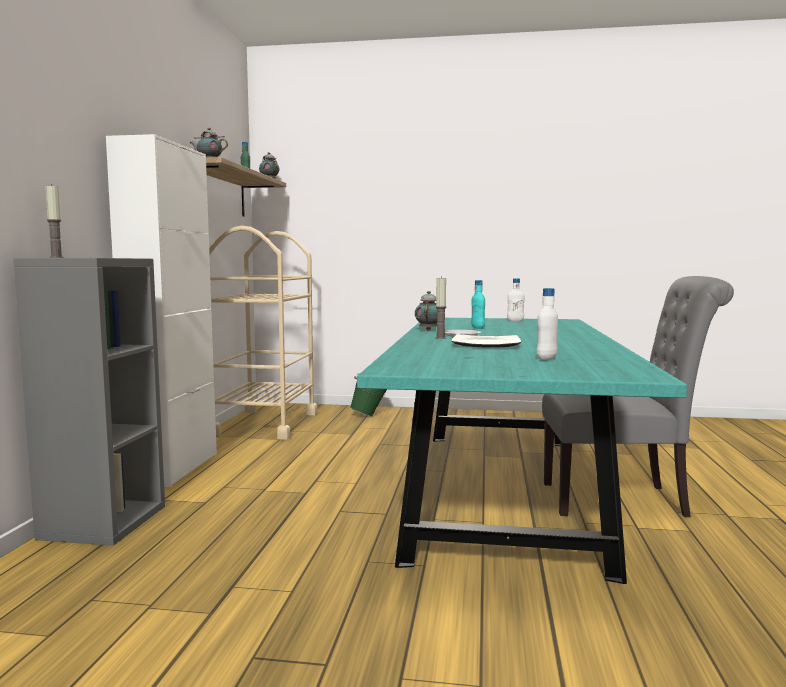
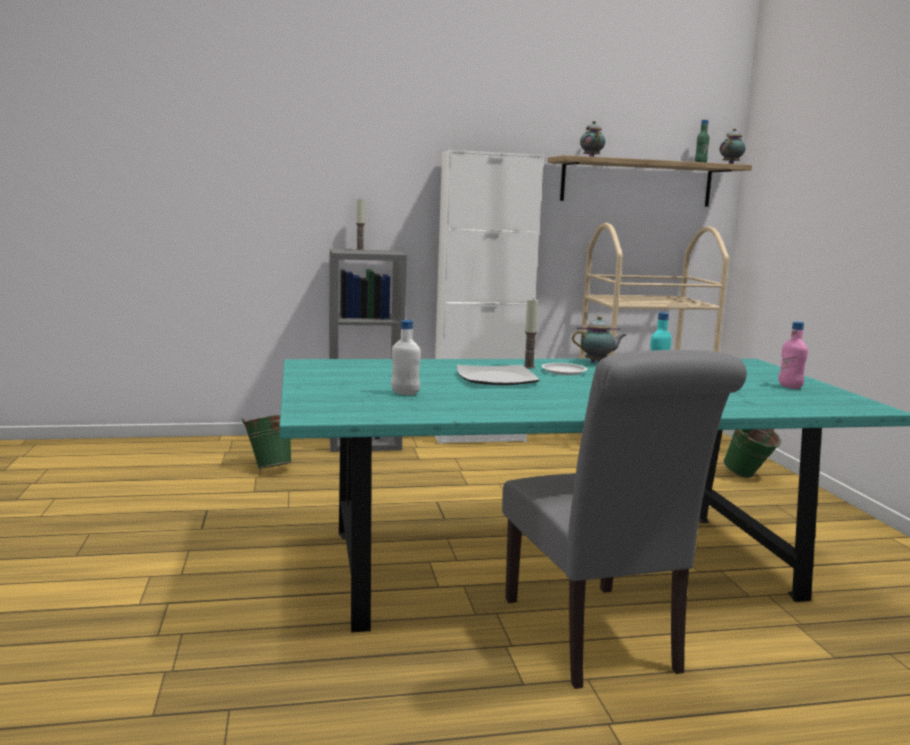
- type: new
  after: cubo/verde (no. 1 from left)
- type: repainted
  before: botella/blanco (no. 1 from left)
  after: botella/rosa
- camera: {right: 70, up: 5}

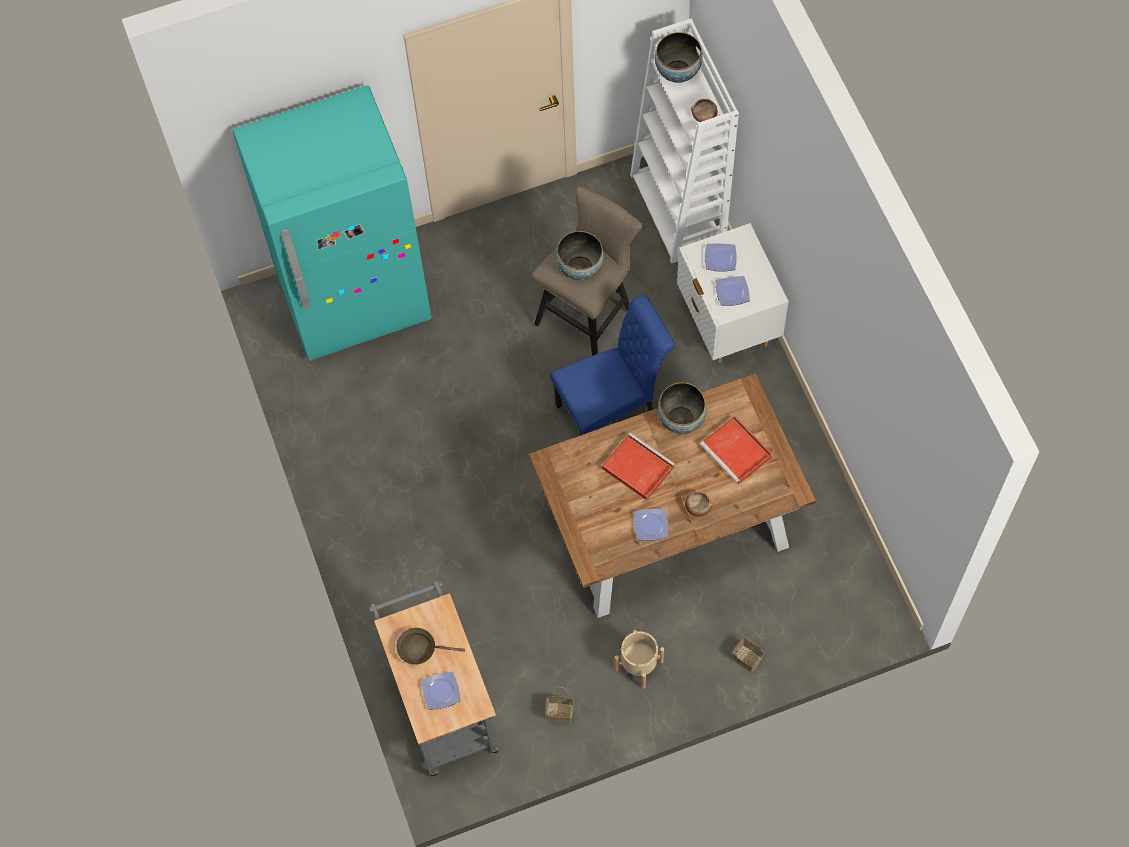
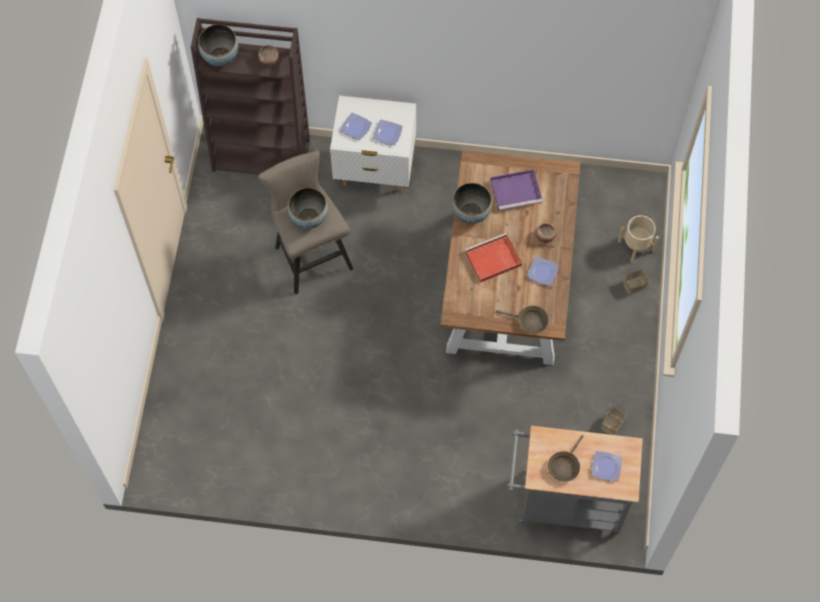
- type: repainted
  before: estantería/blanco
  after: estantería/marrón
- type: repainted
  before: bandeja/rojo (no. 2 from left)
  after: bandeja/morado
- type: new
  after: sartén/marrón (no. 1 from left)
- type: shifted
  before: maceta/beis
- type: gone
  before: nevera/turquesa
- type: gone
  before: silla/azul
- camera: {right: -65, up: 0}

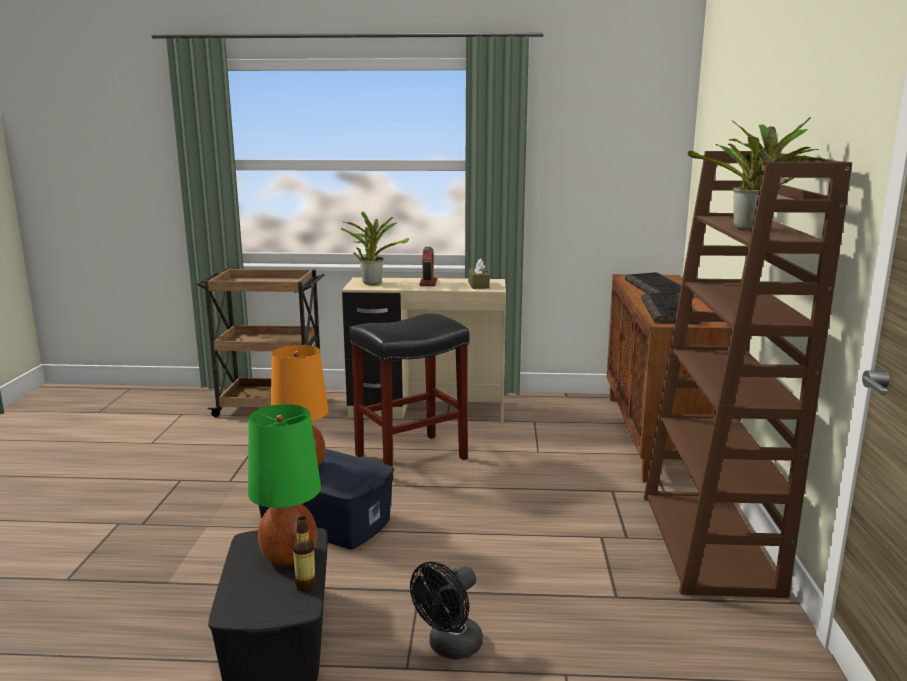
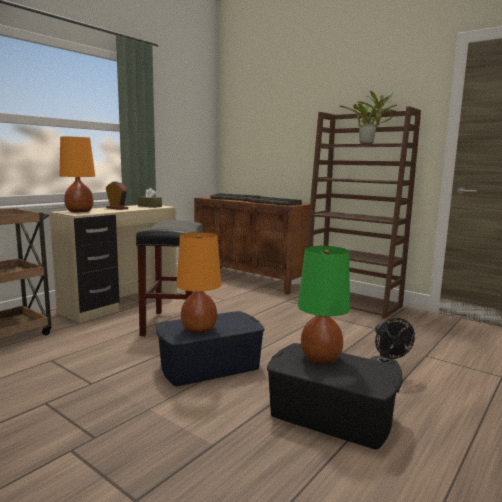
- type: swapped
  before: planta en maceta (no. 1 from left)
  after: lámpara de mesa/naranja (no. 1 from left)
- type: gone
  before: botella
- camera: {right: -55, up: -5}

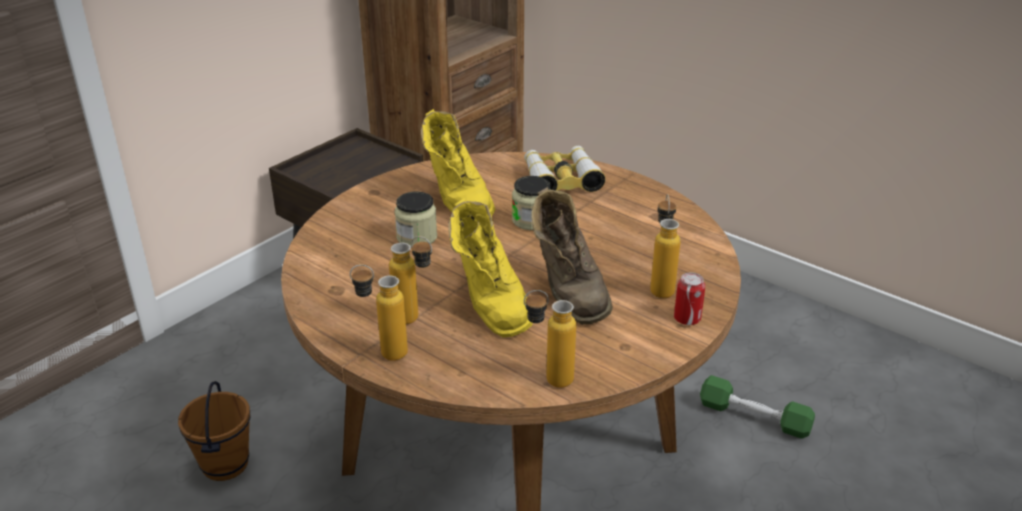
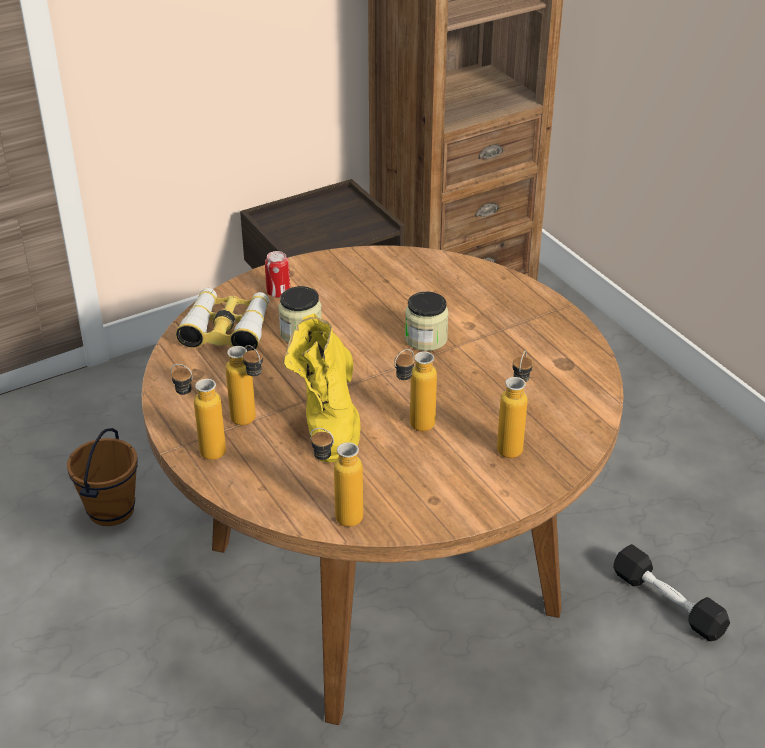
- type: shifted
  before: prismáticos
- type: shifted
  before: lata
- type: swapped
  before: bota/marrón
  after: botella (no. 4 from left)
- type: repainted
  before: mancuerna/verde
  after: mancuerna/negro
- type: gone
  before: bota/amarillo (no. 1 from left)
- camera: {right: 20, up: 5}

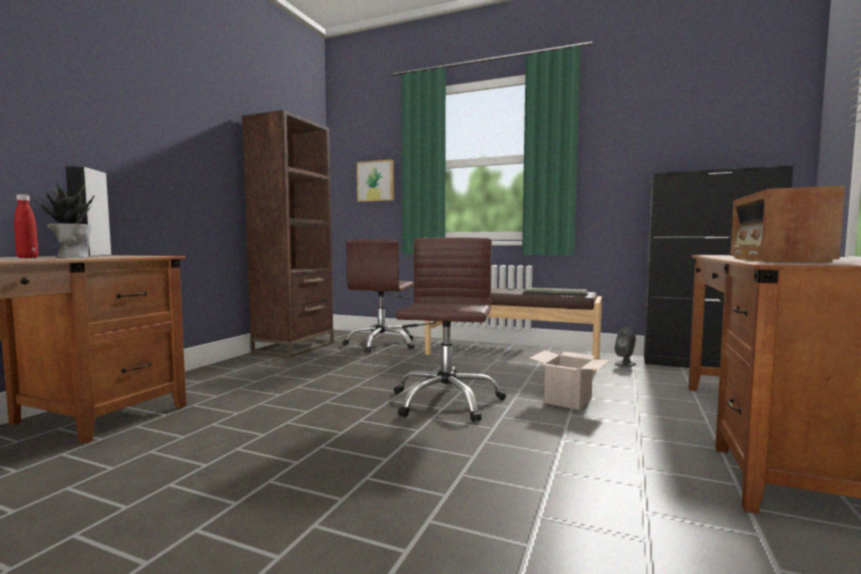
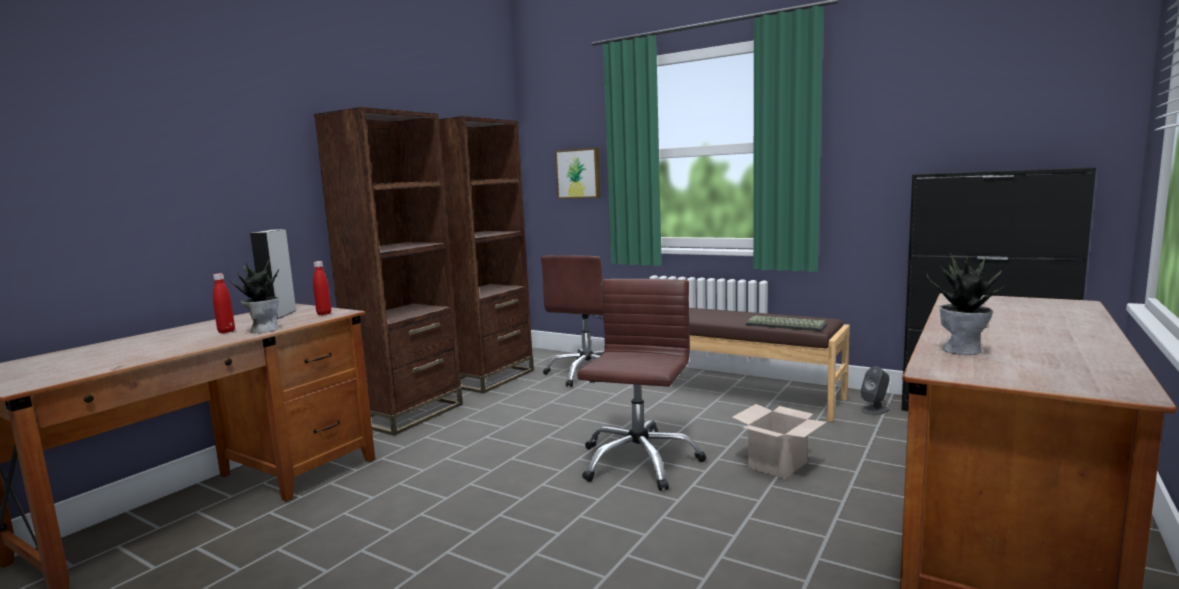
- type: new
  after: botella/rojo (no. 2 from left)
- type: new
  after: estantería/marrón (no. 1 from left)
- type: swapped
  before: radio
  after: planta en maceta (no. 2 from left)
- camera: {right: 10, up: 5}

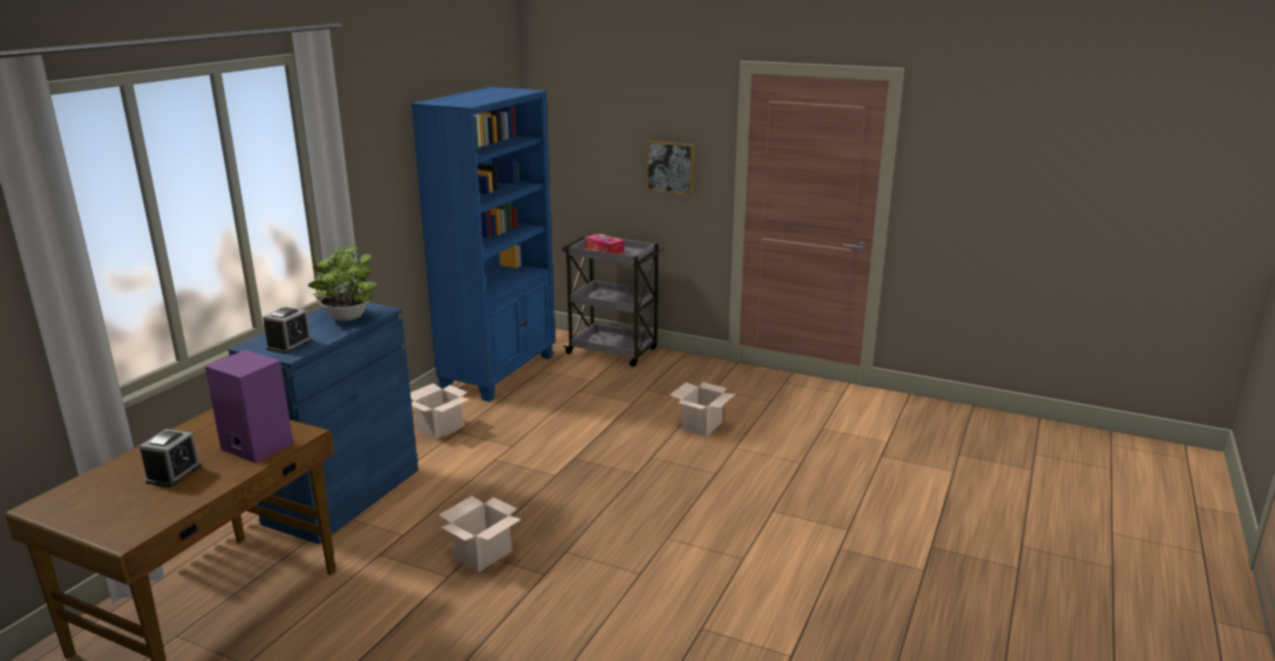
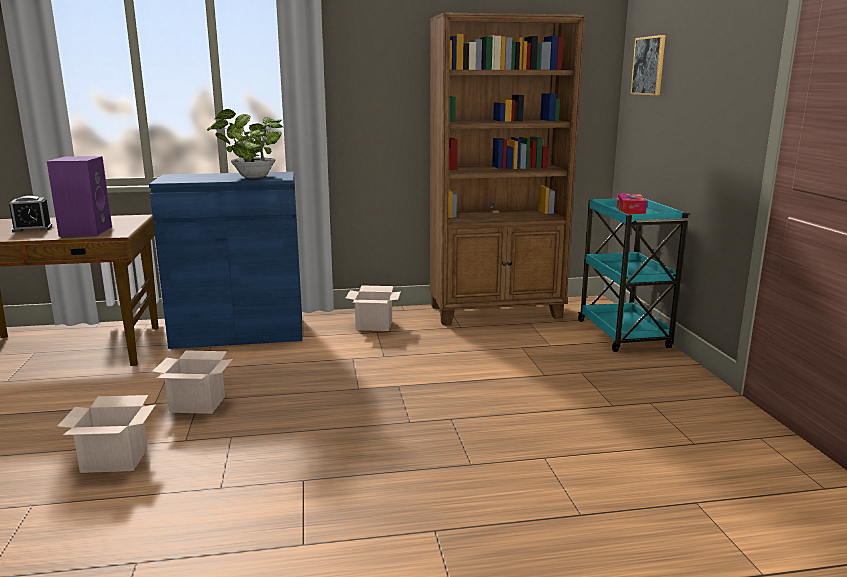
- type: shifted
  before: caja de cartón (no. 3 from left in the first image)
  after: caja de cartón (no. 1 from left)
- type: repainted
  before: estantería/azul
  after: estantería/marrón
- type: repainted
  before: carrito/gris
  after: carrito/turquesa
- type: shifted
  before: cuadro
- type: gone
  before: despertador (no. 2 from left)
- camera: {right: 55, up: -5}

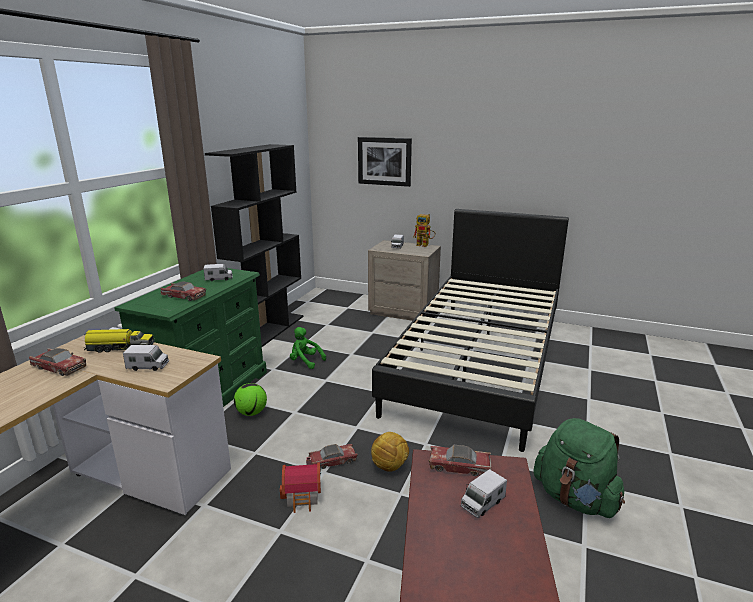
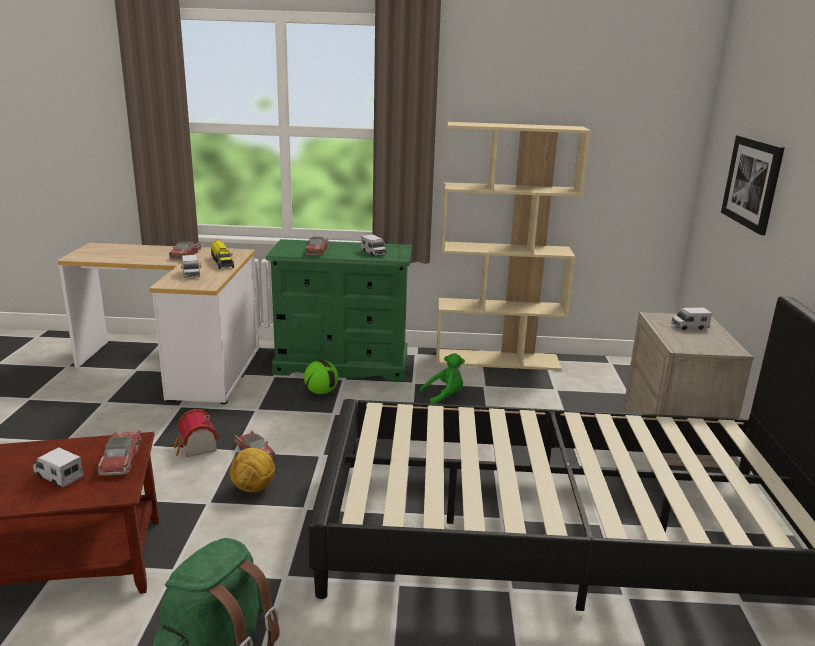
- type: rotated
  before: peluche/verde
  turn: 60
- type: repainted
  before: estantería/negro
  after: estantería/beis
- type: gone
  before: robot de juguete
- camera: {right: 70, up: 0}

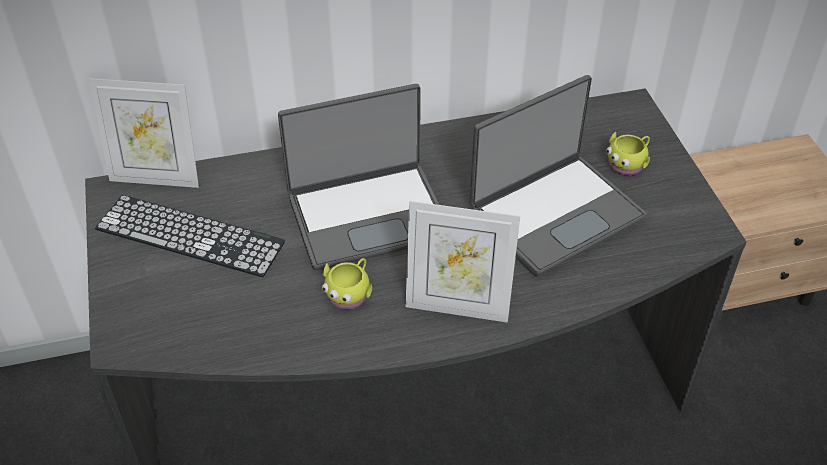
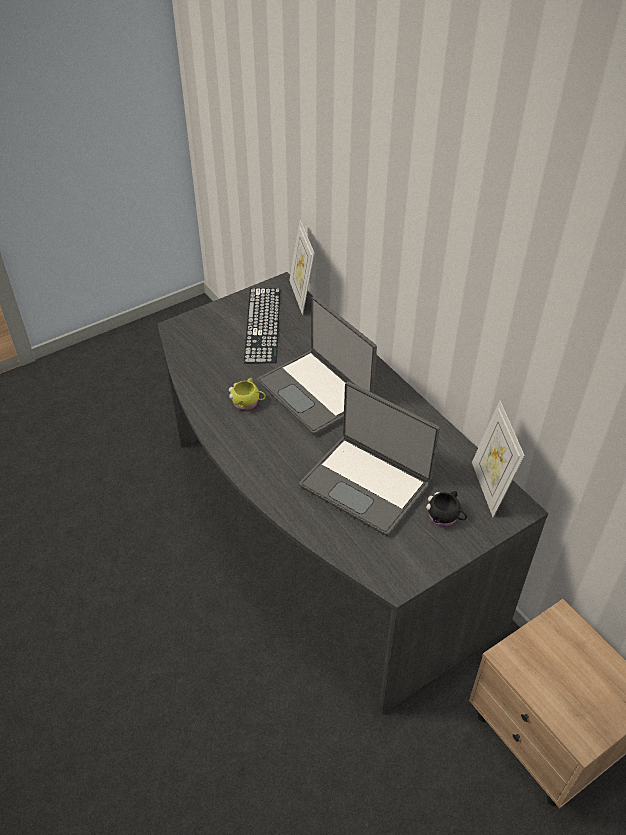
- type: repainted
  before: taza grande/amarillo (no. 2 from left)
  after: taza grande/negro
- type: shifted
  before: portarretratos (no. 2 from left)
- camera: {right: 70, up: 0}

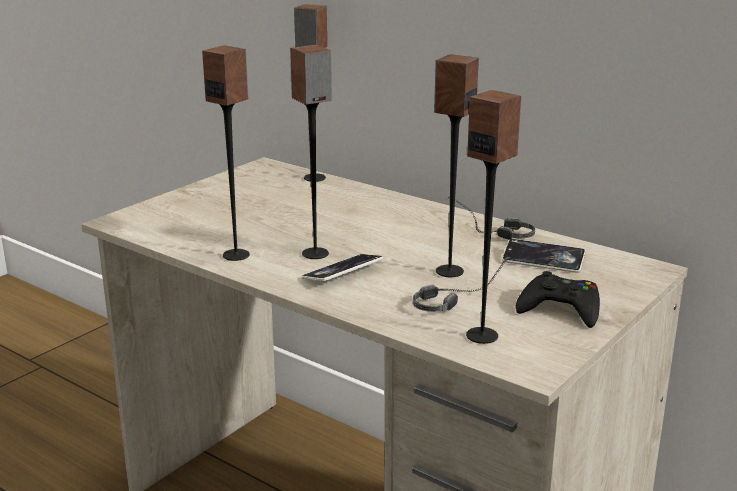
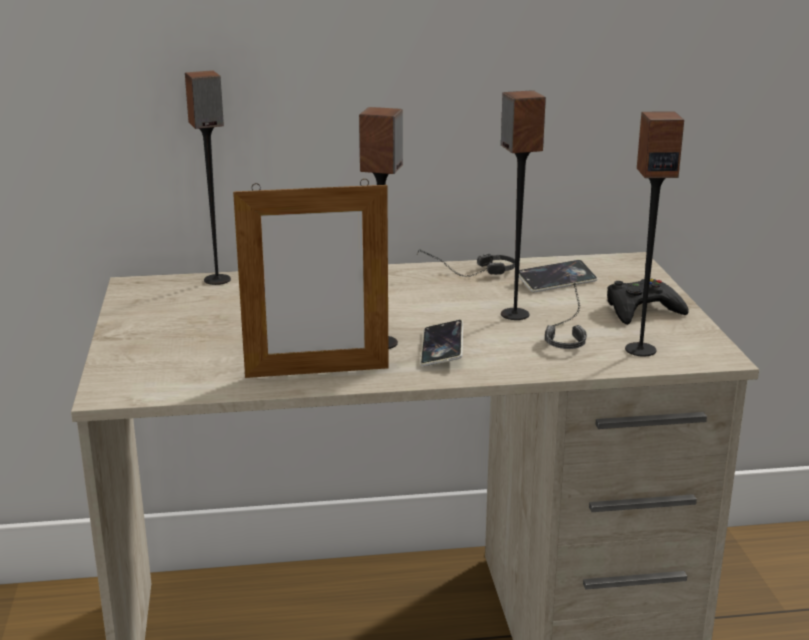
- type: swapped
  before: altavoz (no. 1 from left)
  after: portarretratos
- camera: {right: -45, up: 0}

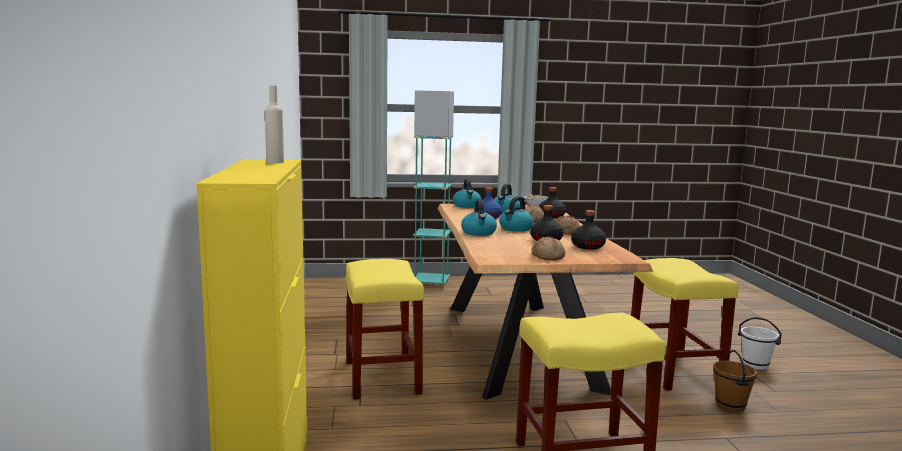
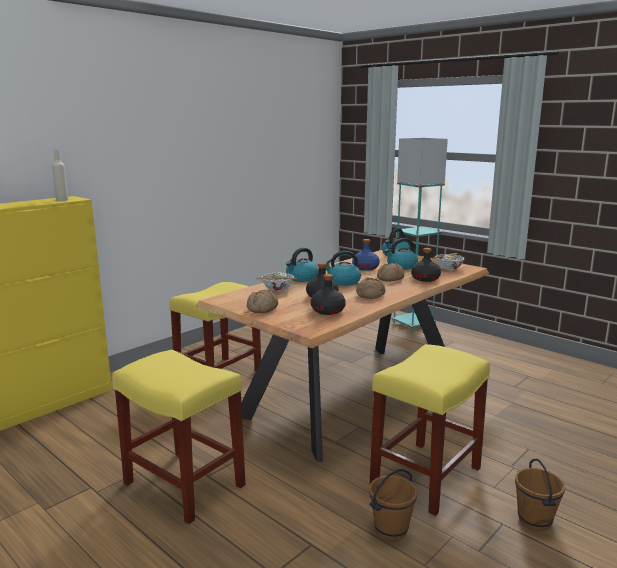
- type: new
  after: cuenco (no. 1 from left)
- type: repainted
  before: cubo/blanco
  after: cubo/marrón (no. 2 from left)
- camera: {right: 50, up: 5}

